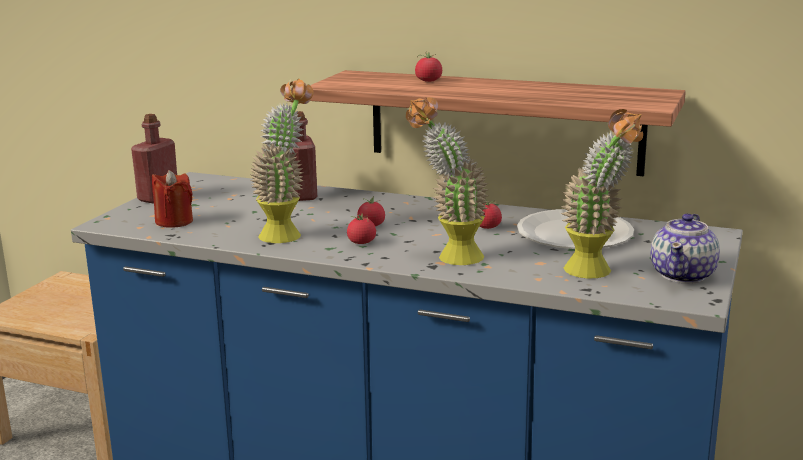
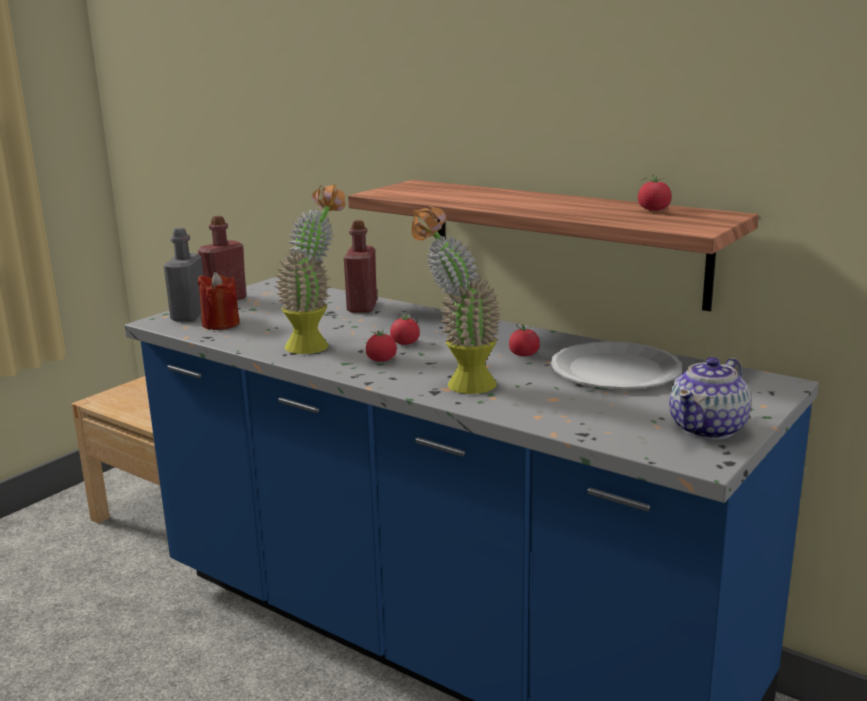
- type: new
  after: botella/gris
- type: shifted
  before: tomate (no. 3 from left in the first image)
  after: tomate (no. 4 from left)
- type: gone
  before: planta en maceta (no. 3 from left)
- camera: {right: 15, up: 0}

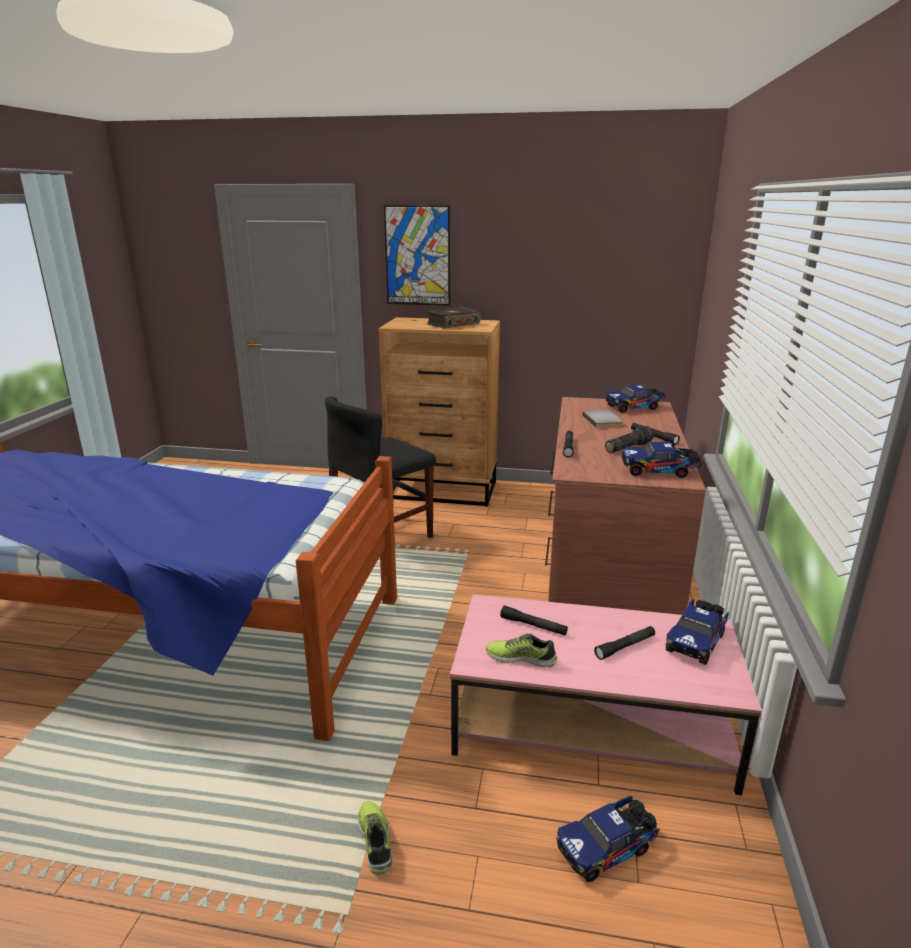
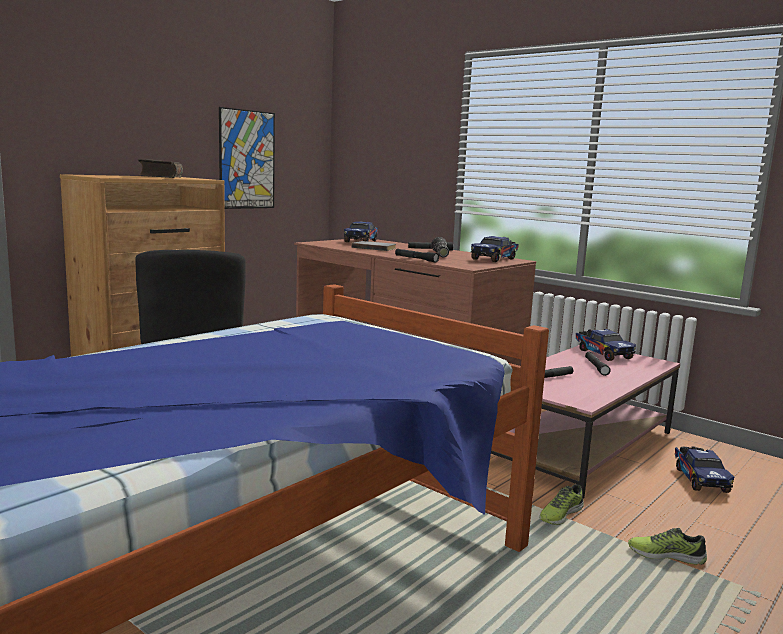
- type: shifted
  before: cuadro
- type: shifted
  before: zapato (no. 2 from left in the first image)
  after: zapato (no. 1 from left)
- camera: {right: -60, up: -10}

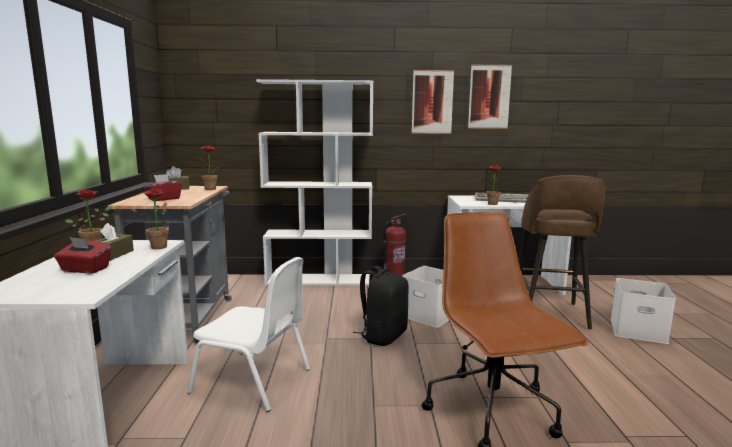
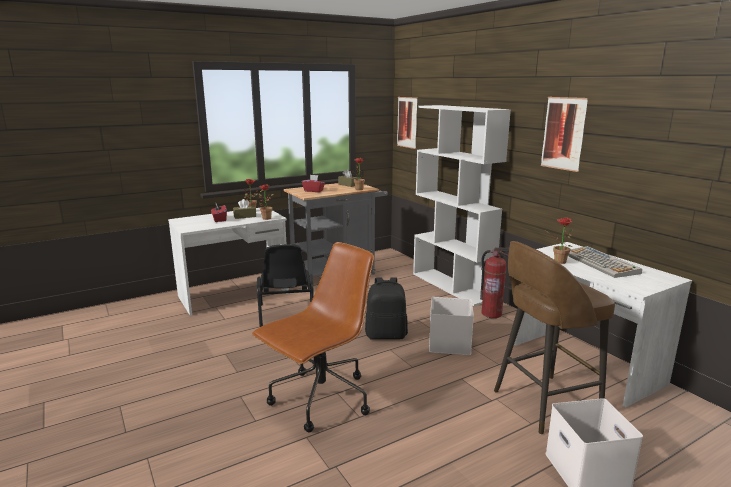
- type: repainted
  before: silla/blanco
  after: silla/negro
- type: shifted
  before: cuadro (no. 2 from left in the first image)
  after: cuadro (no. 1 from left)
- camera: {right: 60, up: 5}

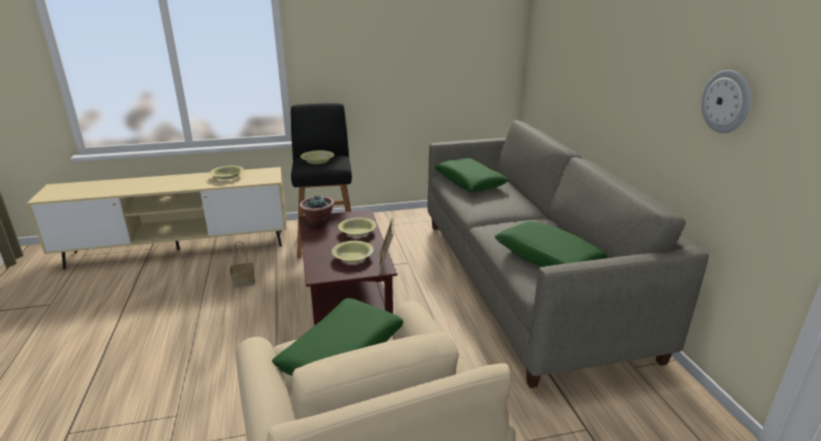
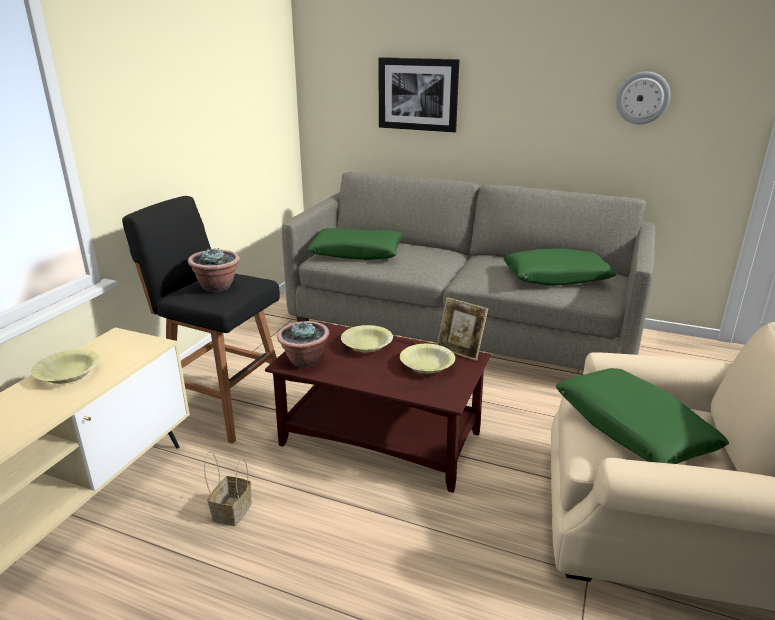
- type: swapped
  before: cuenco/amarillo (no. 2 from left)
  after: planta en maceta (no. 1 from left)
- type: new
  after: cuadro
- camera: {right: -55, up: 0}

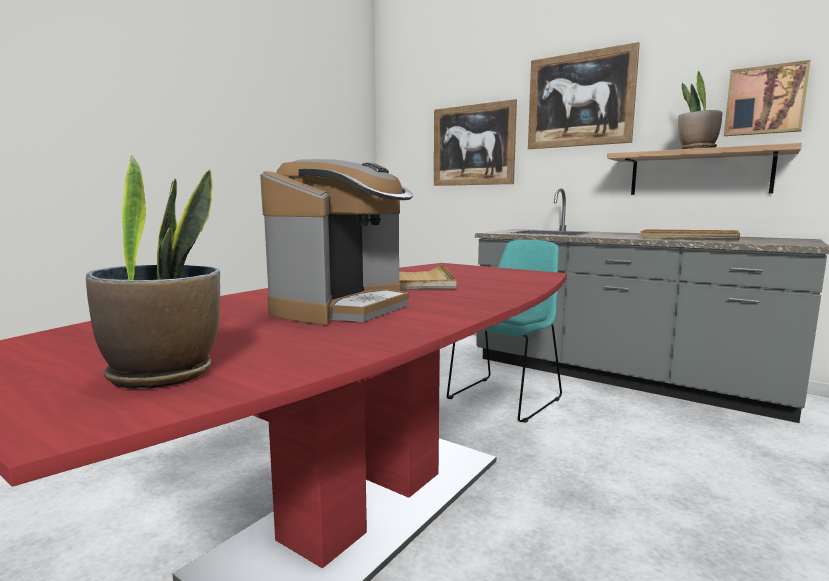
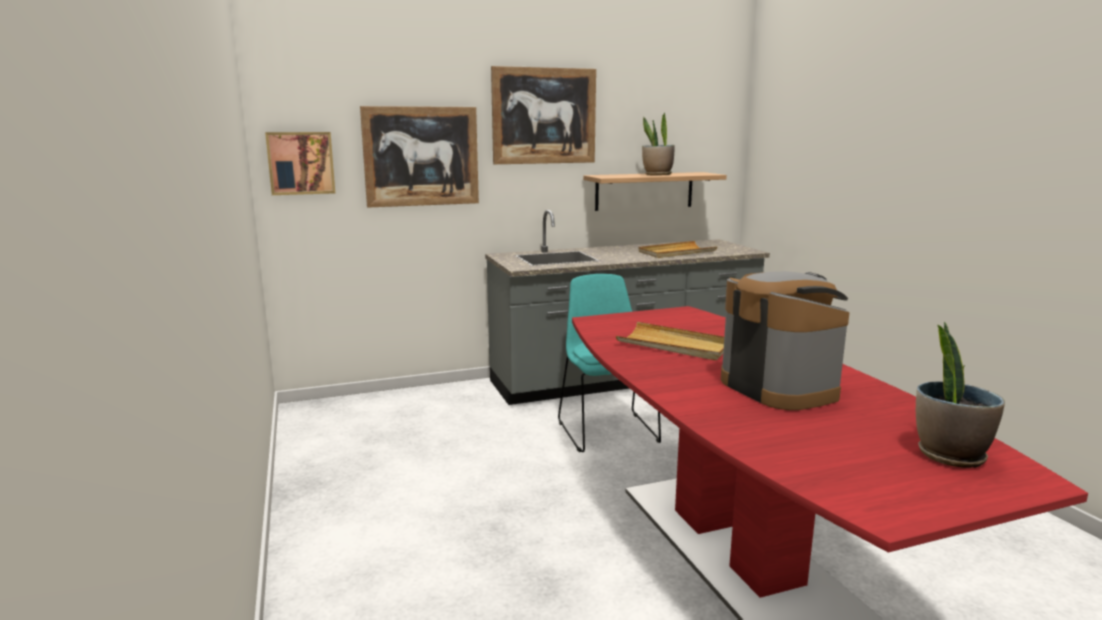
- type: shifted
  before: cuadro (no. 3 from left in the first image)
  after: cuadro (no. 1 from left)
- camera: {right: -55, up: 5}

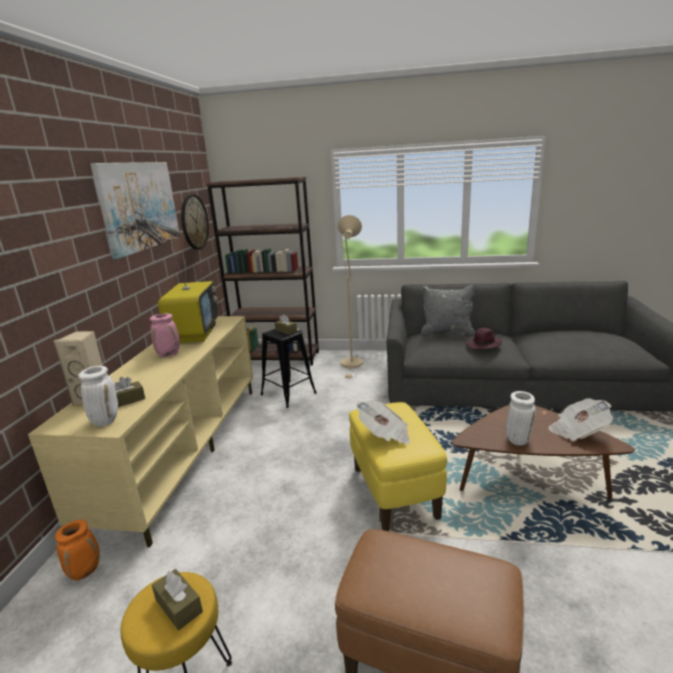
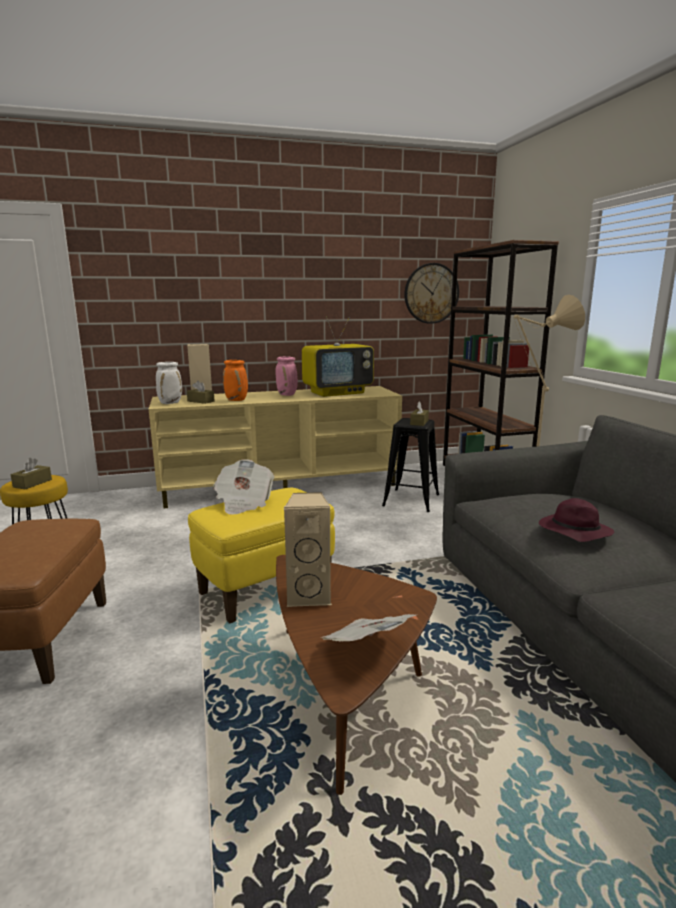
- type: shifted
  before: florero/naranja
- type: swapped
  before: florero/blanco (no. 2 from left)
  after: altavoz/beis (no. 2 from left)
- type: gone
  before: cuadro
- type: gone
  before: cojín/gris
- camera: {right: 65, up: -5}

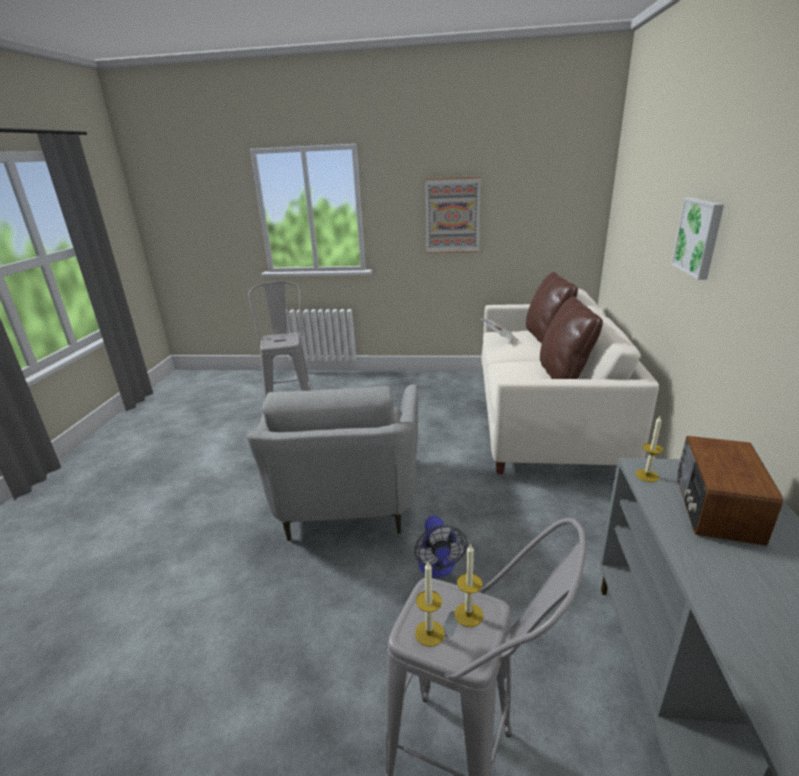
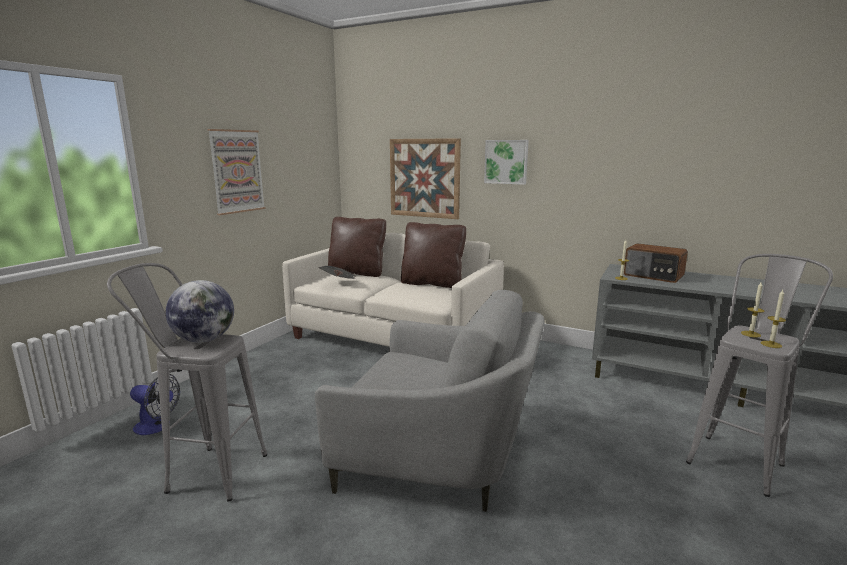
- type: shifted
  before: ventilador
- type: new
  after: globo terráqueo
- type: new
  after: cuadro (no. 2 from left)
- camera: {right: -70, up: -10}

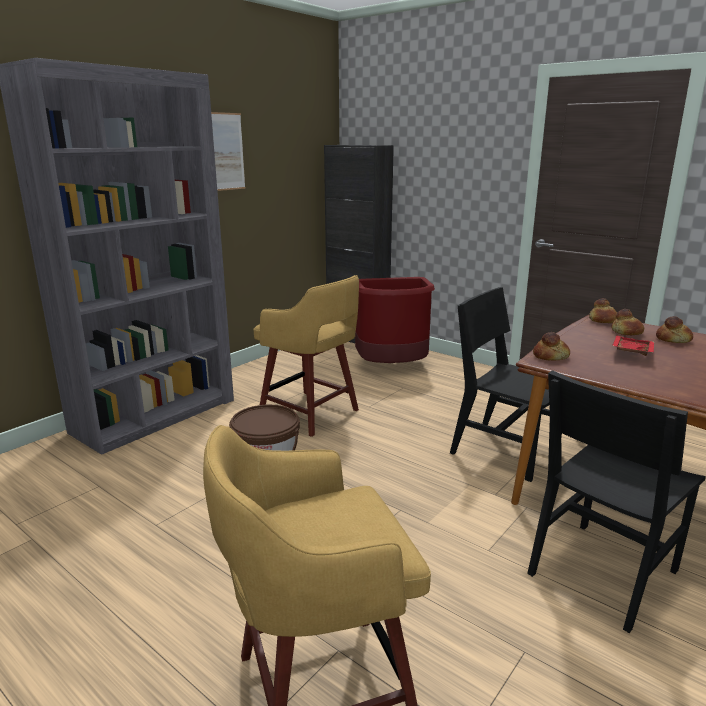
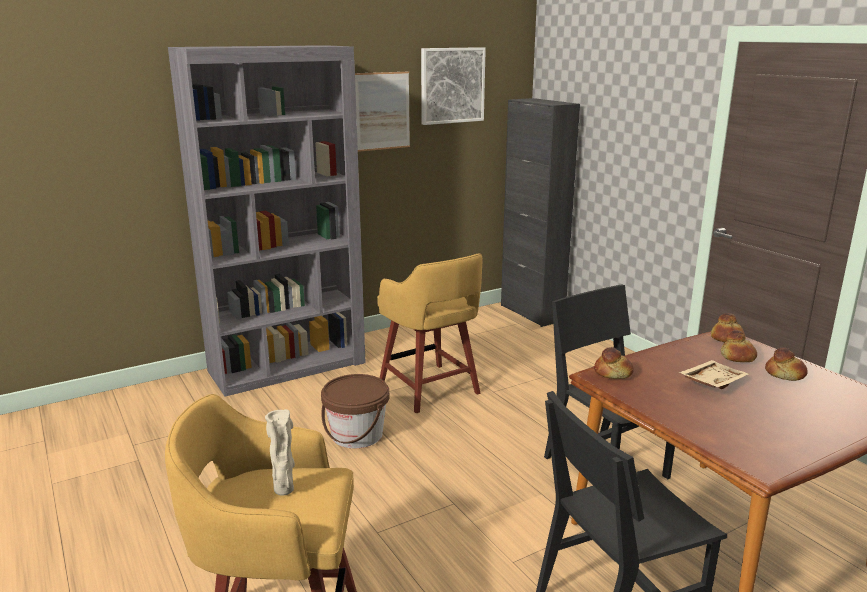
- type: new
  after: florero/beis
- type: new
  after: cuadro (no. 2 from left)
- type: repainted
  before: bandeja/rojo
  after: bandeja/beis
- type: gone
  before: papelera/rojo
- camera: {right: 20, up: 0}

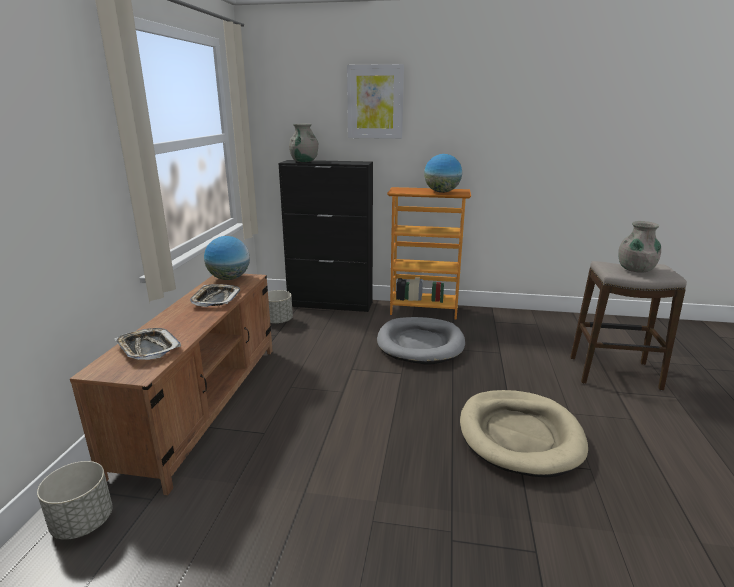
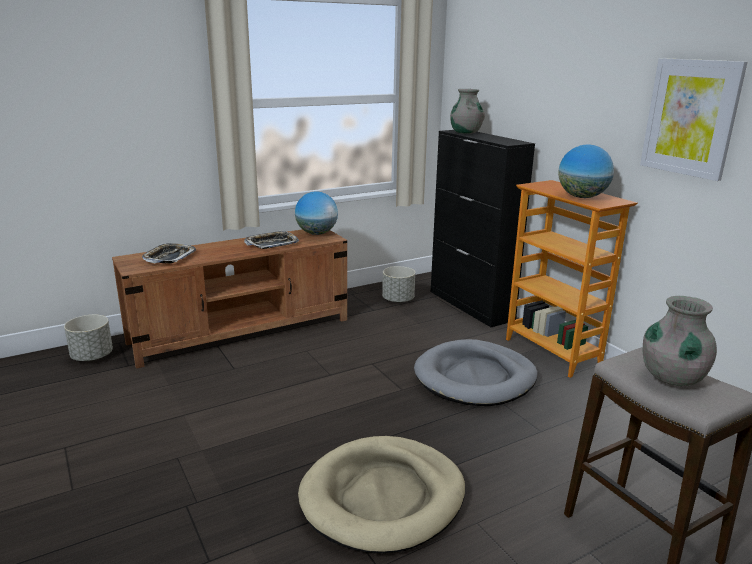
- type: shifted
  before: cuadro
- camera: {right: 50, up: 0}

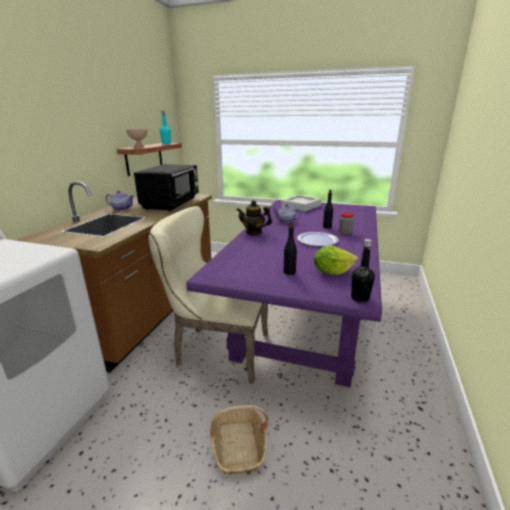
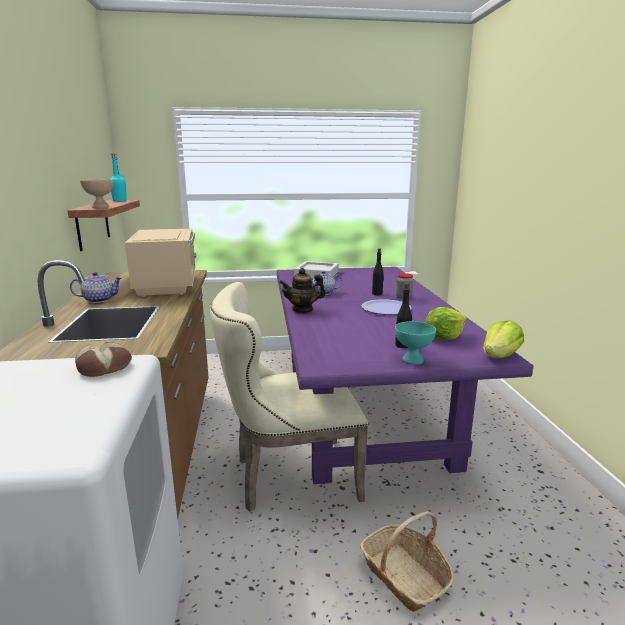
- type: new
  after: pan
- type: repainted
  before: microondas/negro
  after: microondas/beis
- type: new
  after: cuenco/turquesa
- type: swapped
  before: botella/negro (no. 3 from left)
  after: lechuga (no. 2 from left)
- camera: {right: -25, up: -5}

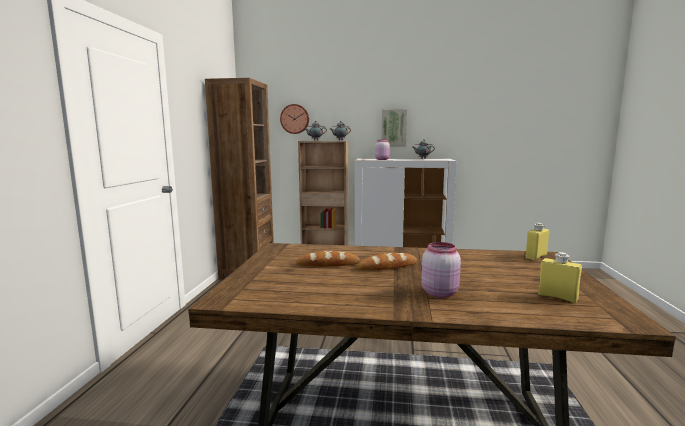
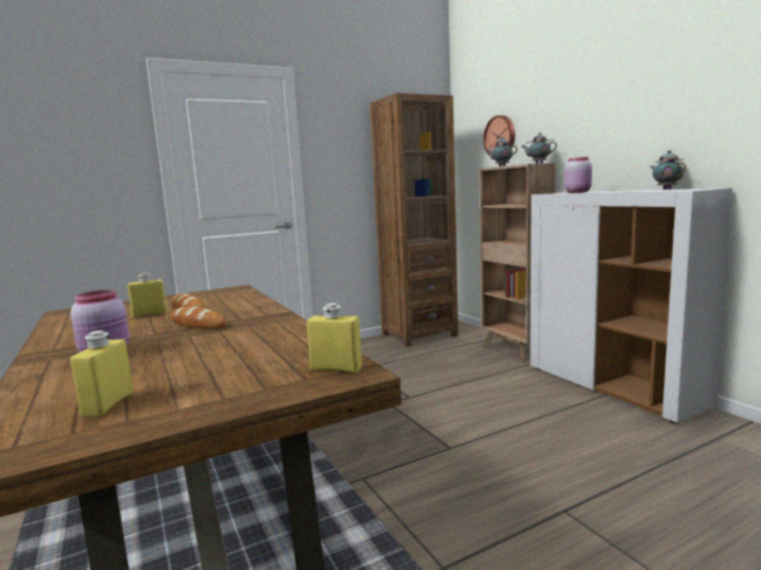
- type: new
  after: botella/amarillo (no. 2 from left)
- type: gone
  before: cuadro
- camera: {right: 55, up: 0}

